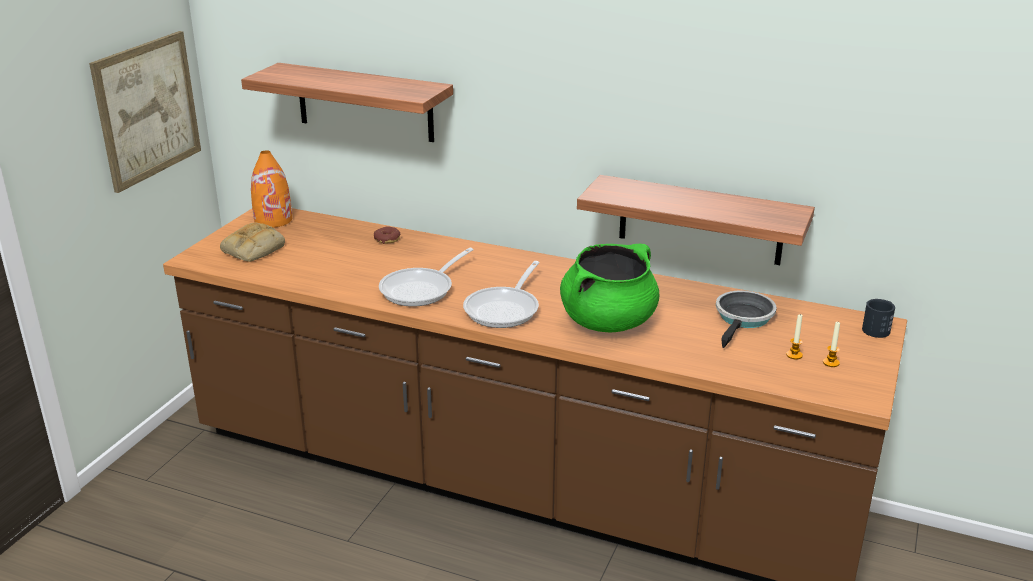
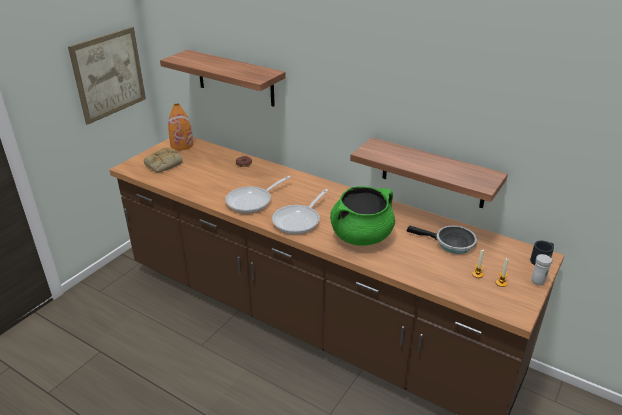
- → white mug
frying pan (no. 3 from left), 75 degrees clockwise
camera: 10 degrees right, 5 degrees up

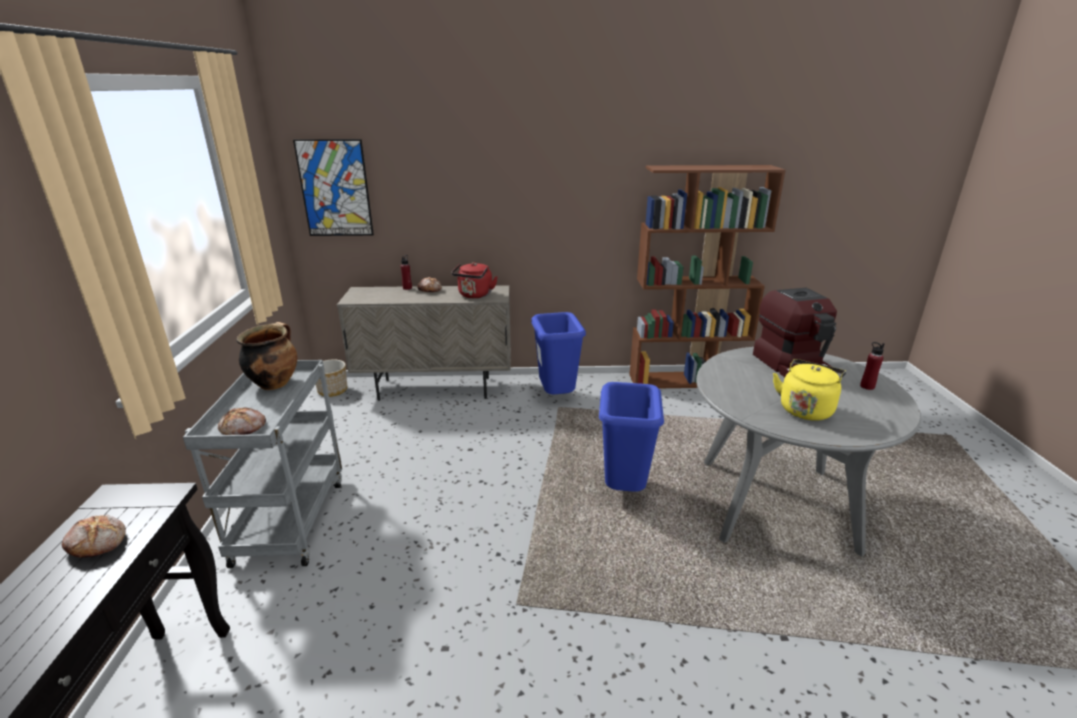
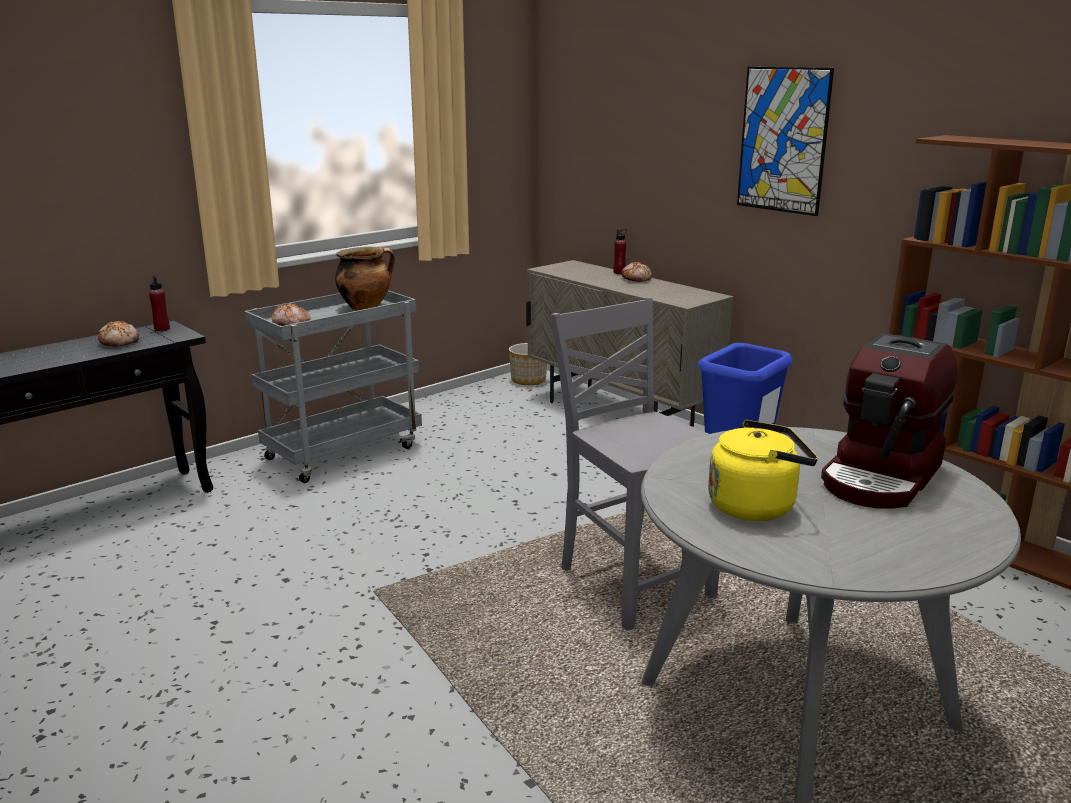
red kettle → -
picture, relocated
red bottle (no. 2 from left in the first image) → red bottle (no. 1 from left), relocated
blue trash can (no. 2 from left) → grey chair
camera: 50 degrees right, 5 degrees down

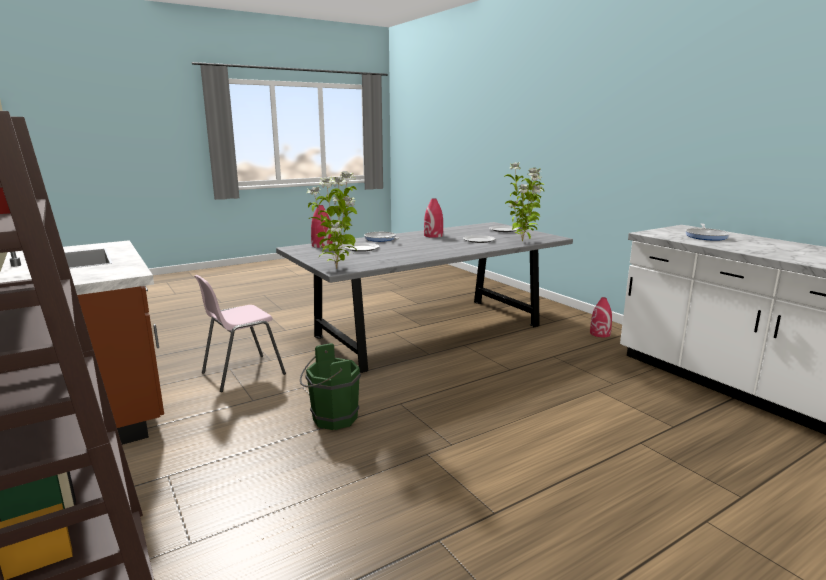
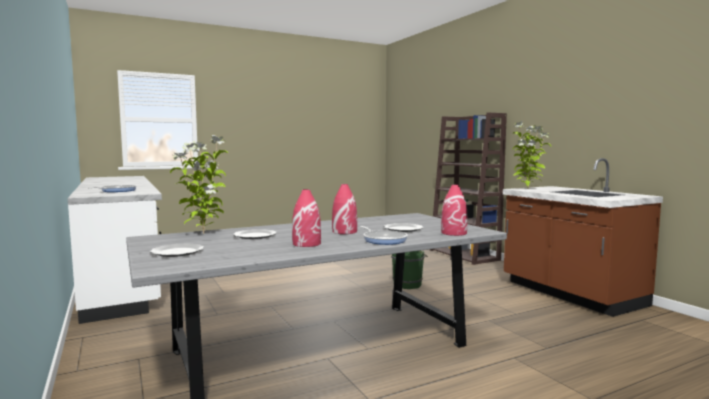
pink chair → -
potted plant (no. 1 from left in the first image) → potted plant (no. 2 from left), relocated
red vase (no. 3 from left in the first image) → red vase (no. 2 from left), relocated
camera: 175 degrees left, 10 degrees down

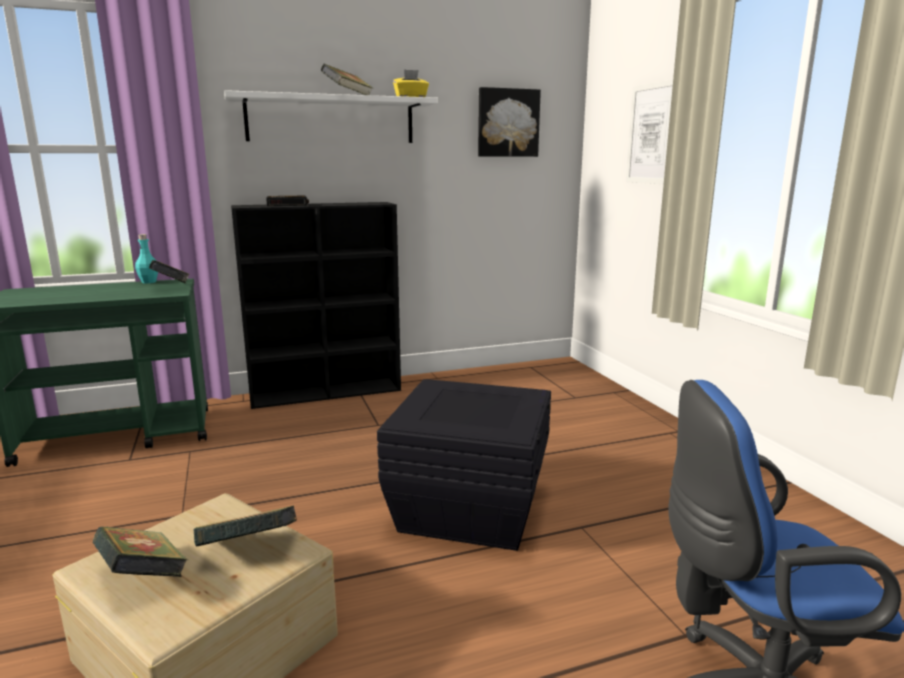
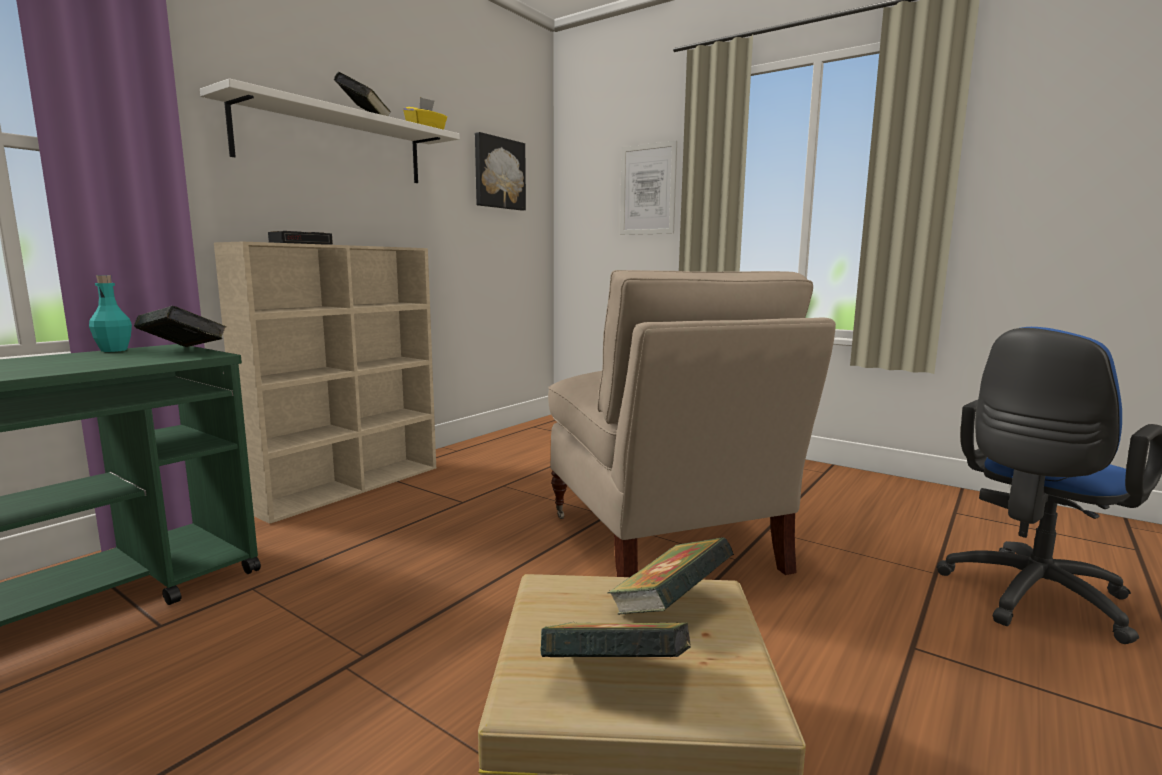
black storage box → beige chair
black bookcase → beige bookcase
camera: 35 degrees left, 5 degrees down

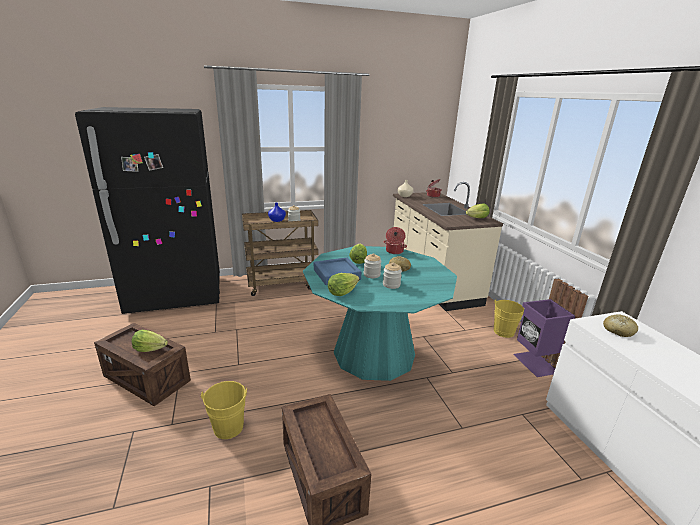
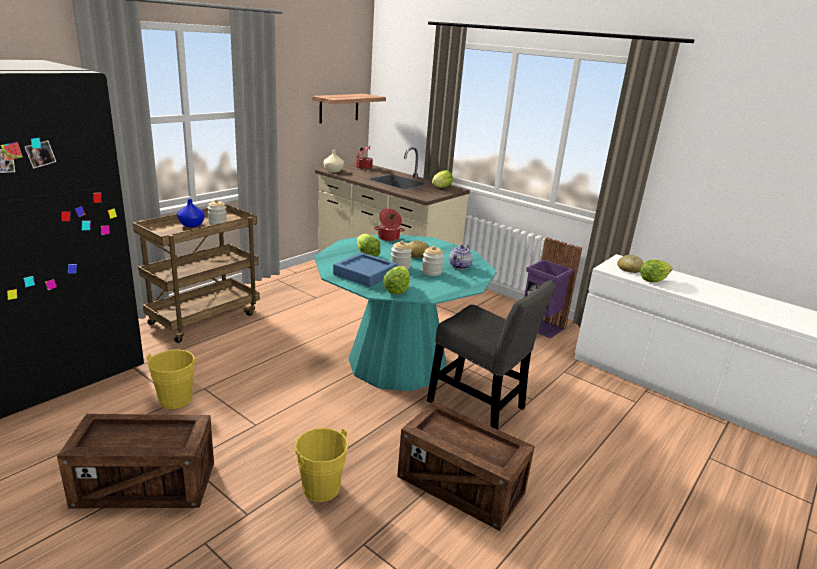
- → shelf
- → grey chair
- → teapot
lettuce (no. 1 from left in the first image) → lettuce (no. 4 from left), relocated
yellow bucket (no. 2 from left in the first image) → yellow bucket (no. 1 from left), relocated
camera: 35 degrees left, 0 degrees up

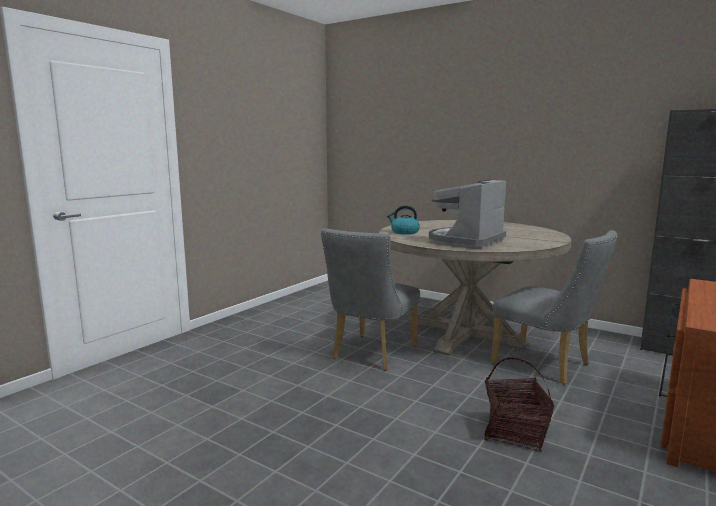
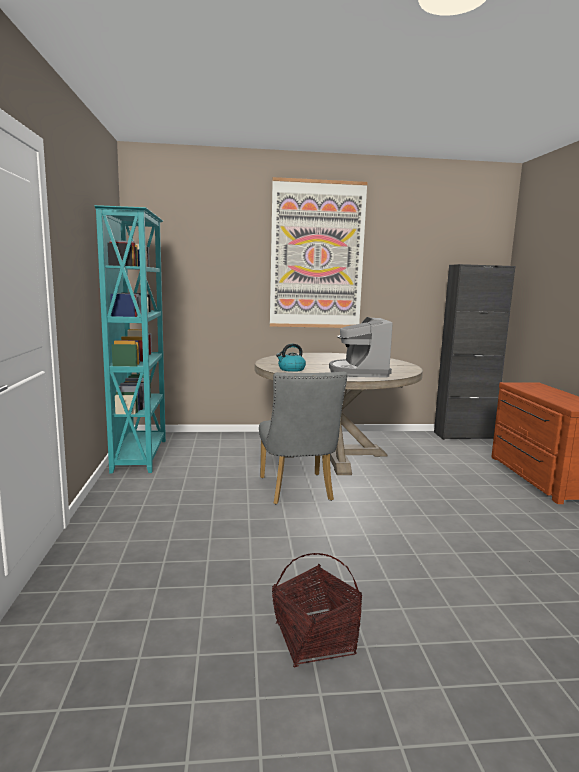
grey chair (no. 2 from left) → -
- → turquoise bookcase
- → picture
basket, relocated
camera: 40 degrees left, 0 degrees up

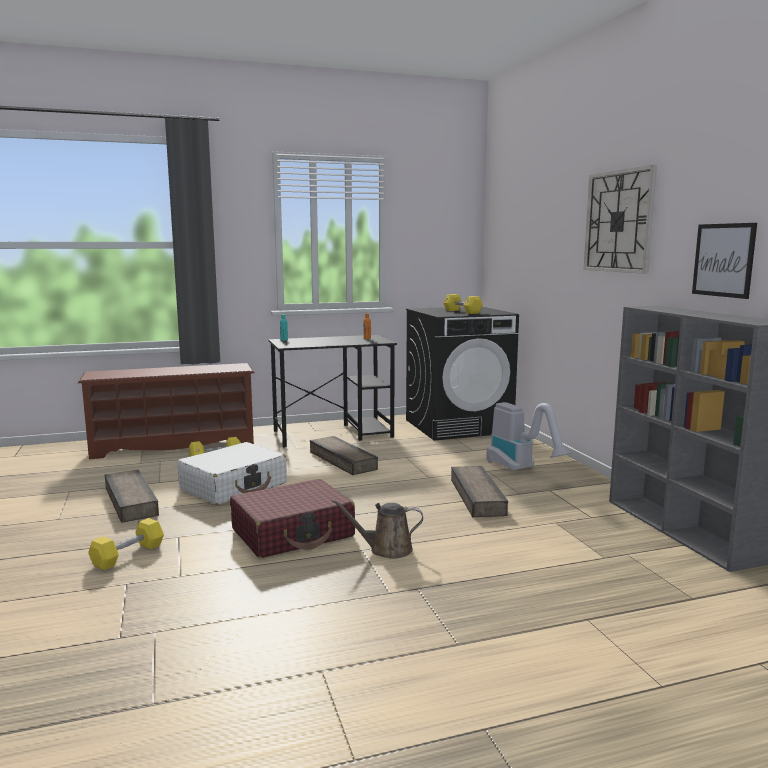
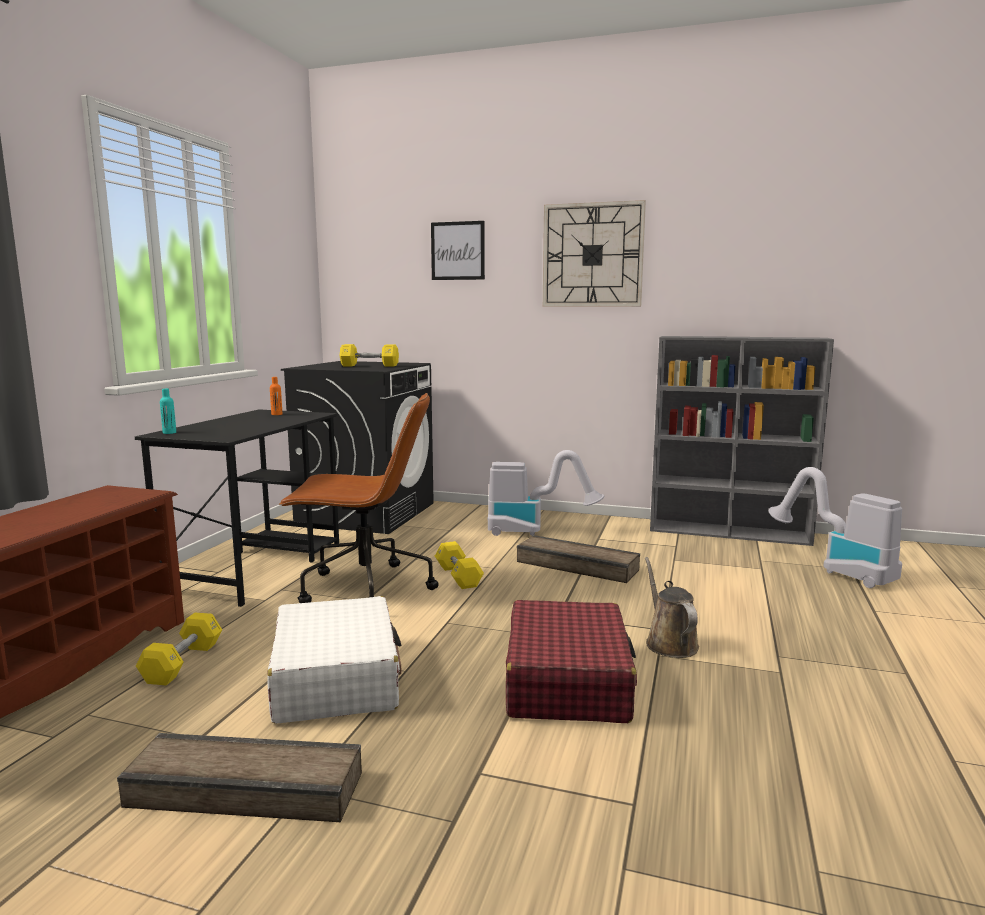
- → vacuum cleaner (no. 2 from left)
yellow dumbbell (no. 1 from left in the first image) → yellow dumbbell (no. 3 from left), relocated
picture, relocated
crate (no. 2 from left) → brown office chair
brown watering can, 135 degrees clockwise
camera: 55 degrees left, 0 degrees up

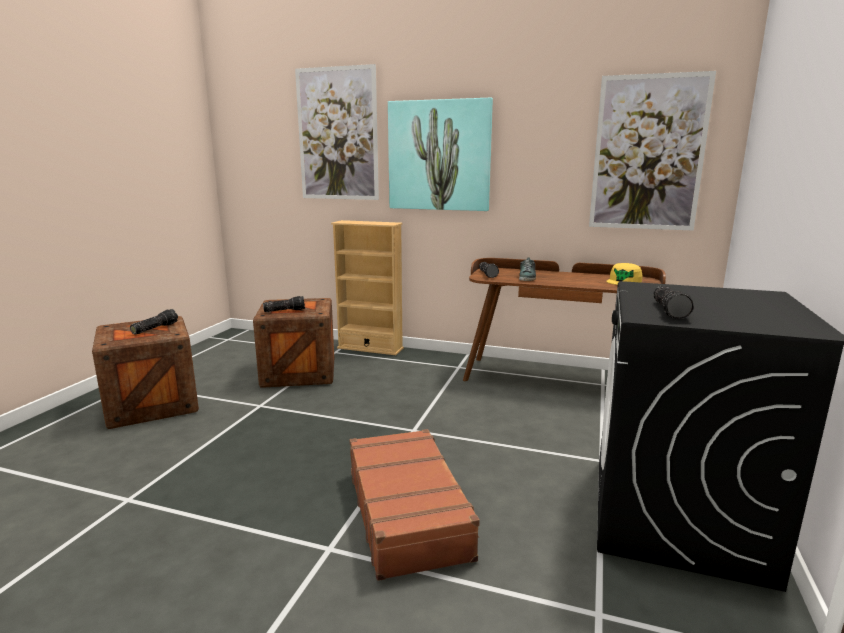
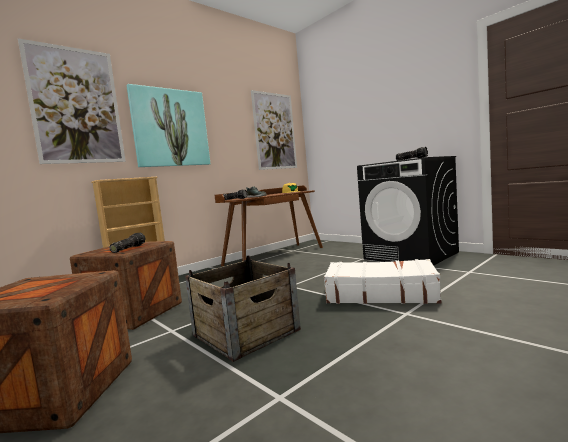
flashlight (no. 1 from left) → -
- → crate (no. 3 from left)
brown suitcase → white suitcase
camera: 60 degrees left, 10 degrees down

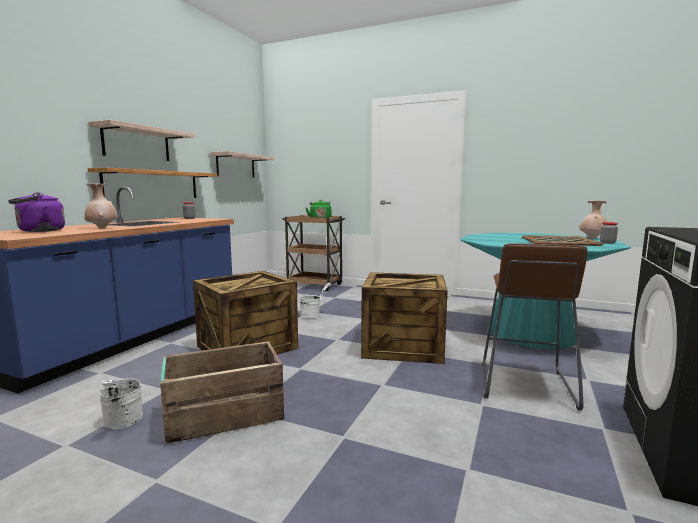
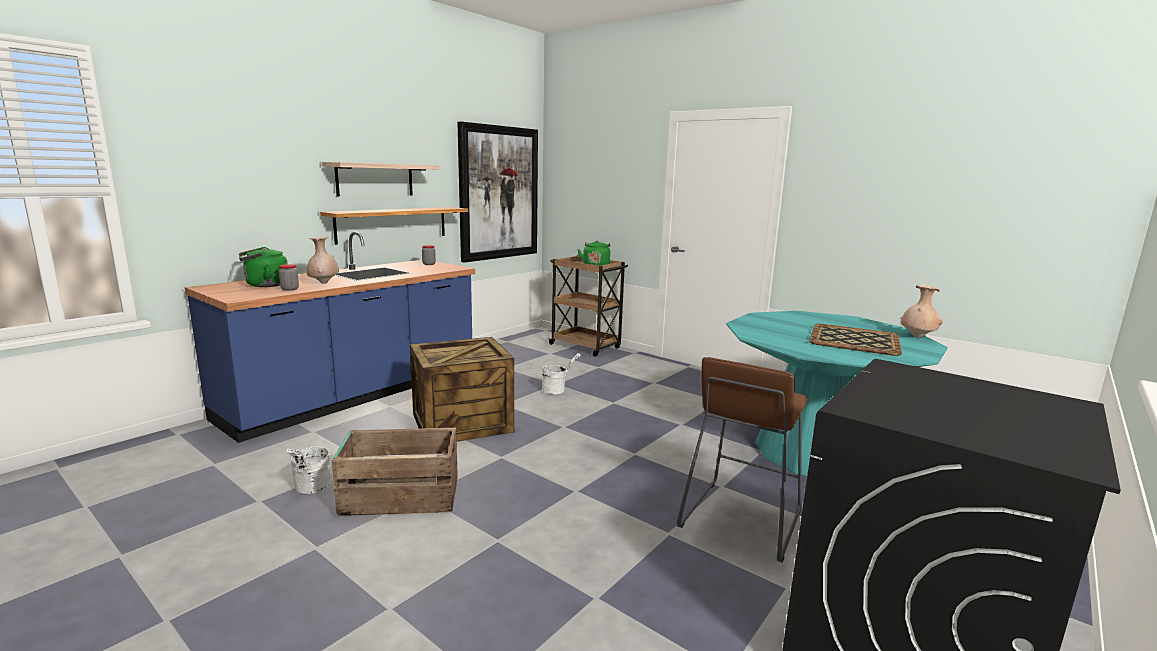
crate (no. 3 from left) → -
jar (no. 2 from left in the first image) → jar (no. 1 from left), relocated
shelf (no. 3 from left) → picture
purple kettle → green kettle (no. 1 from left)
camera: 15 degrees right, 5 degrees up

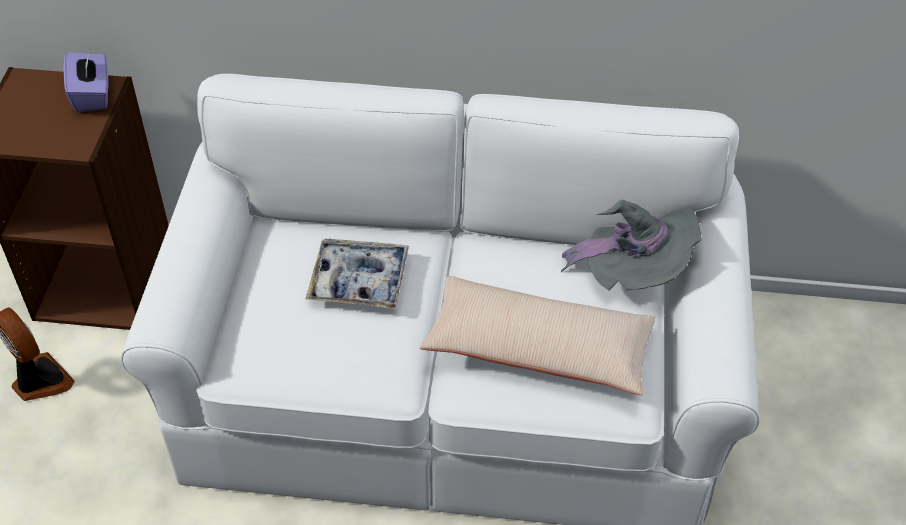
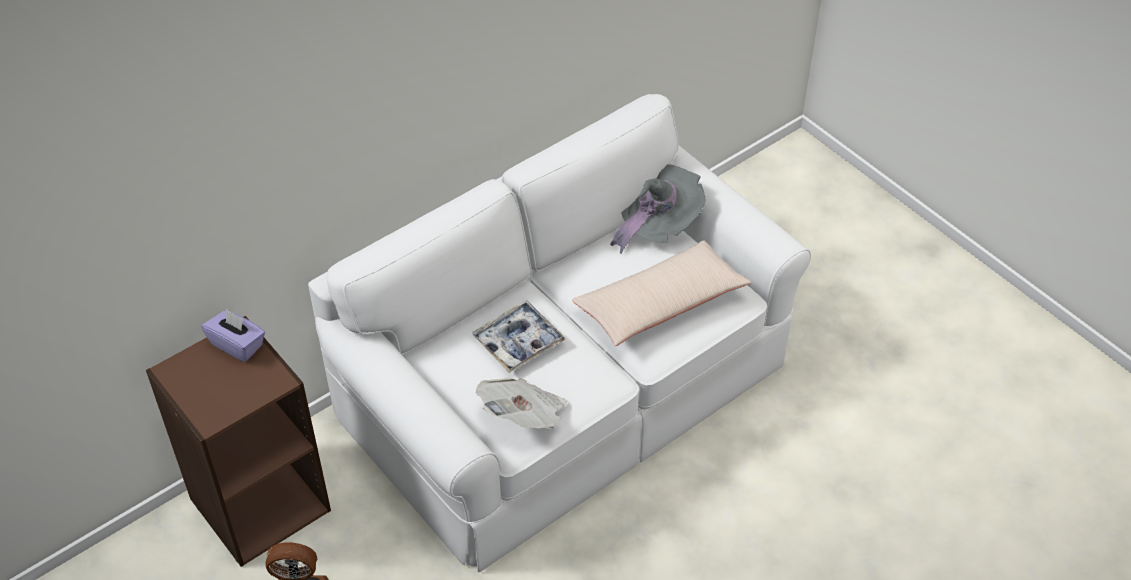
- → newspaper
camera: 45 degrees left, 0 degrees up

